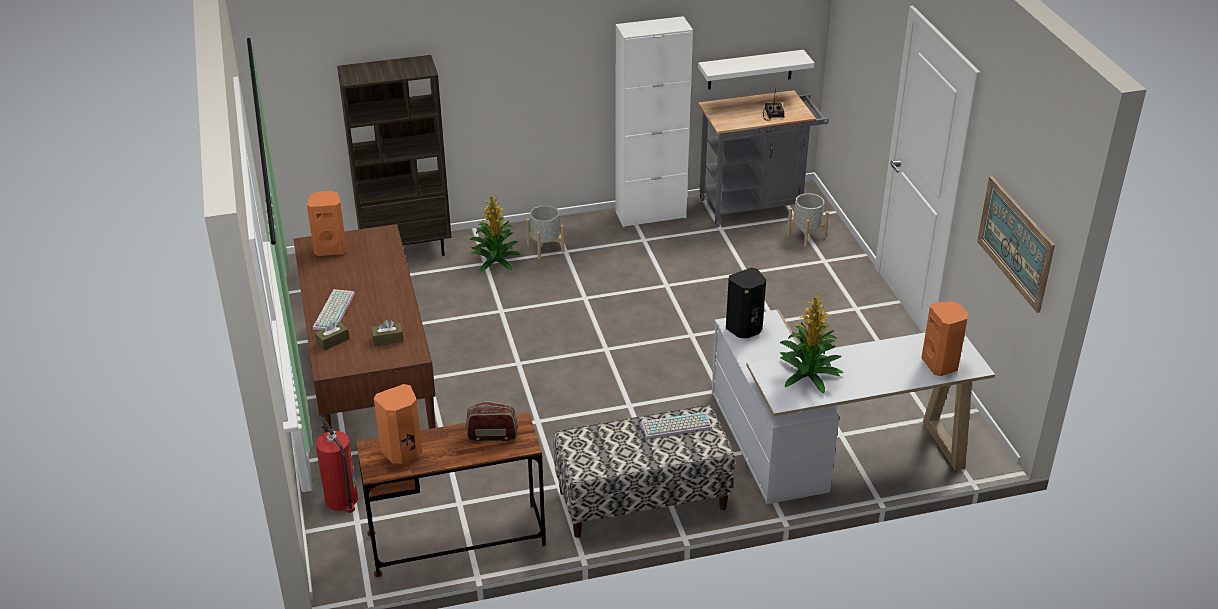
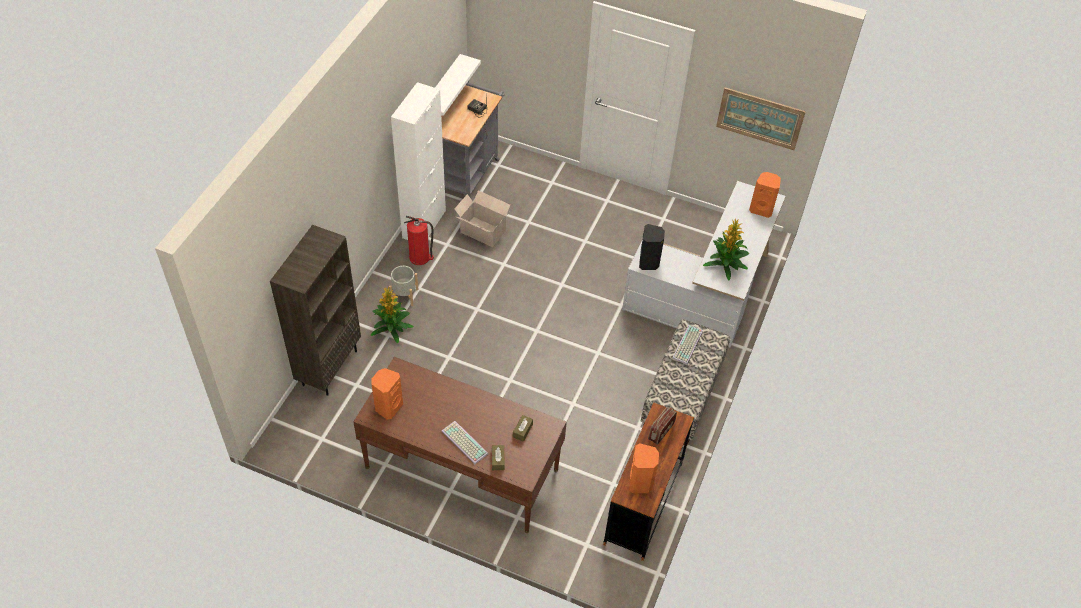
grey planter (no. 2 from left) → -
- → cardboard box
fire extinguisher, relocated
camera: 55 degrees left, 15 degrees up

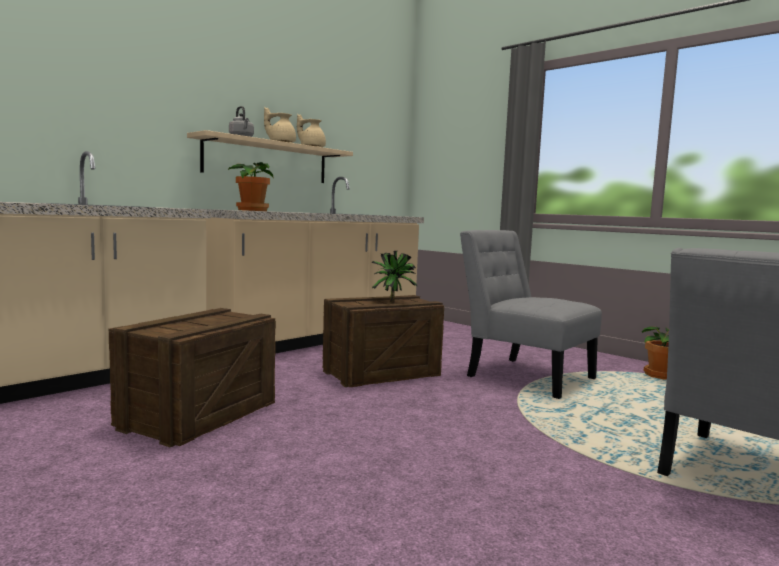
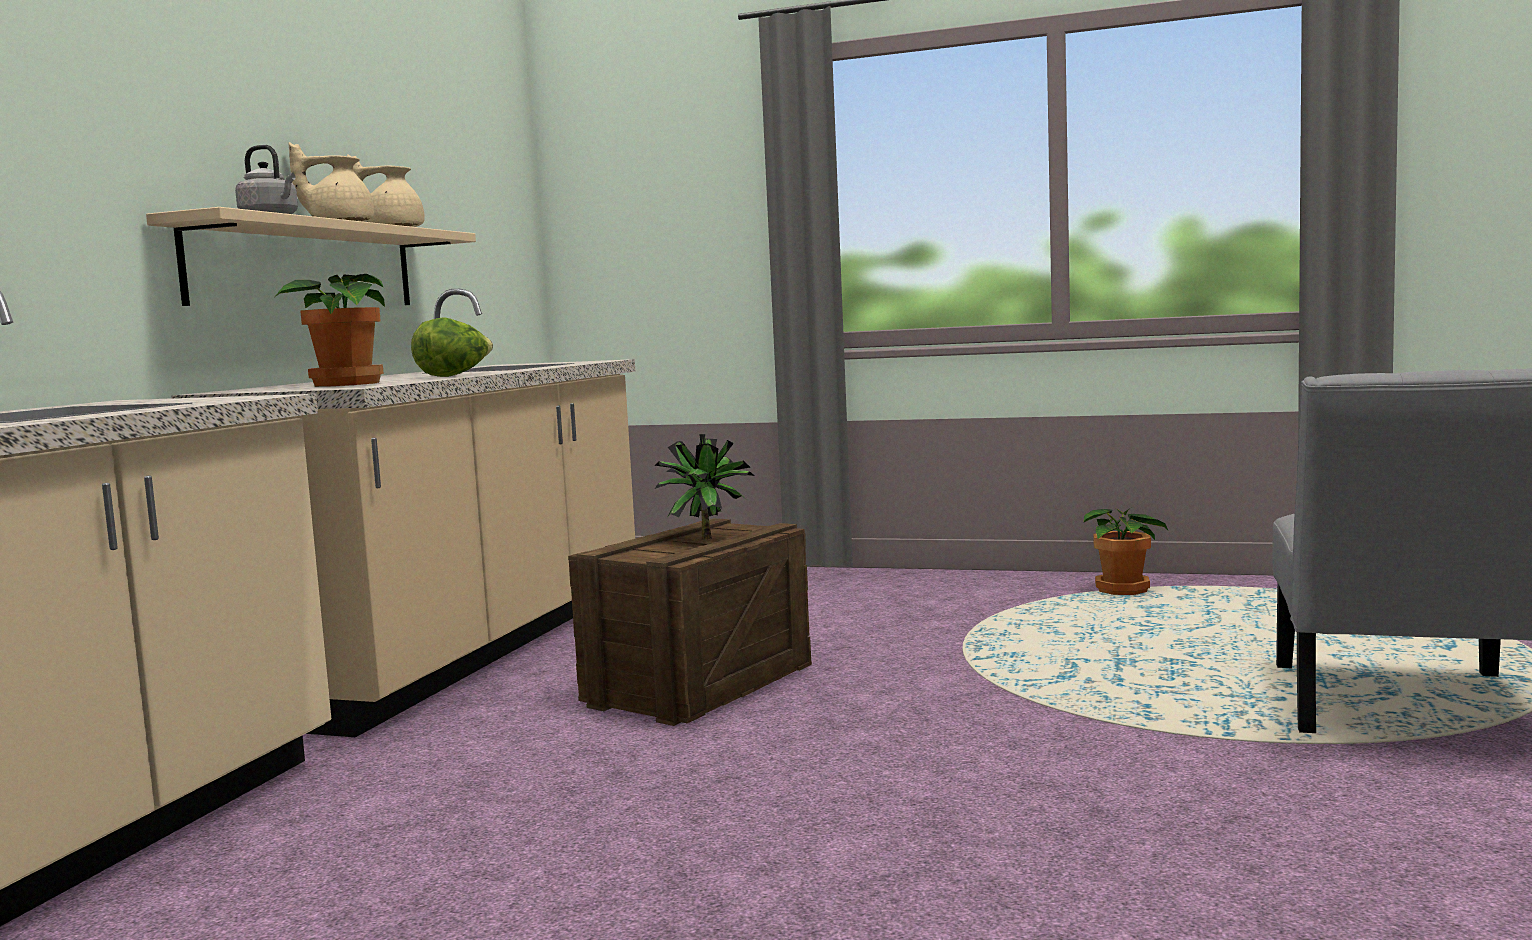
crate (no. 1 from left) → -
grey chair (no. 1 from left) → -
- → lettuce
camera: 25 degrees left, 0 degrees up

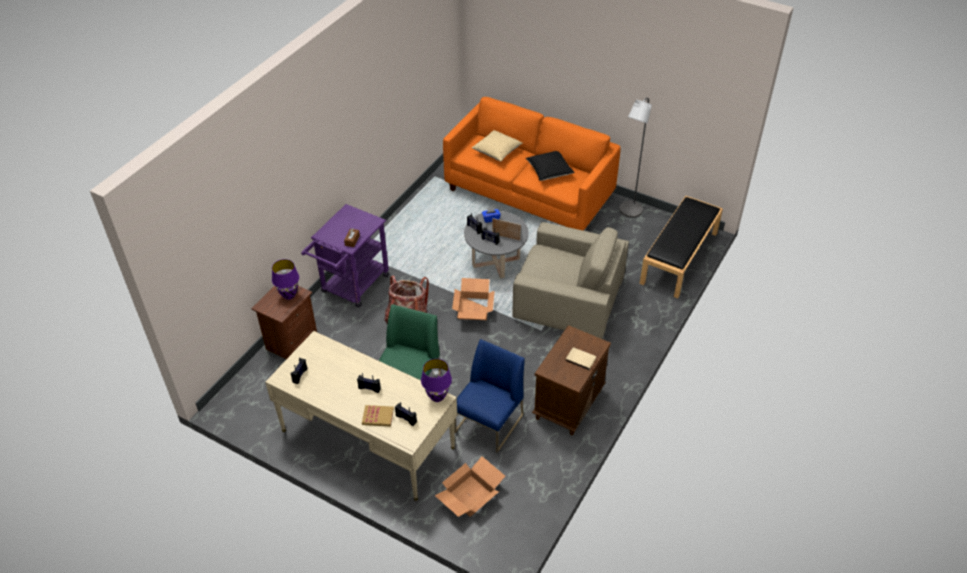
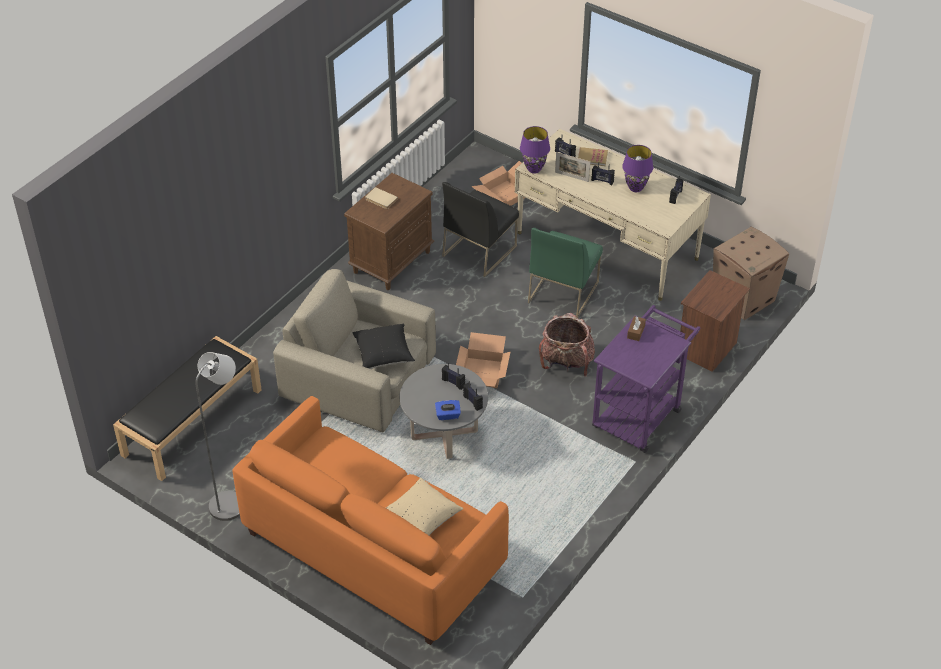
- → cardboard box (no. 3 from left)
purple table lamp (no. 1 from left in the first image) → purple table lamp (no. 2 from left), relocated
picture frame, relocated
black pillow, relocated
blue chair → black chair
camera: 175 degrees left, 0 degrees up

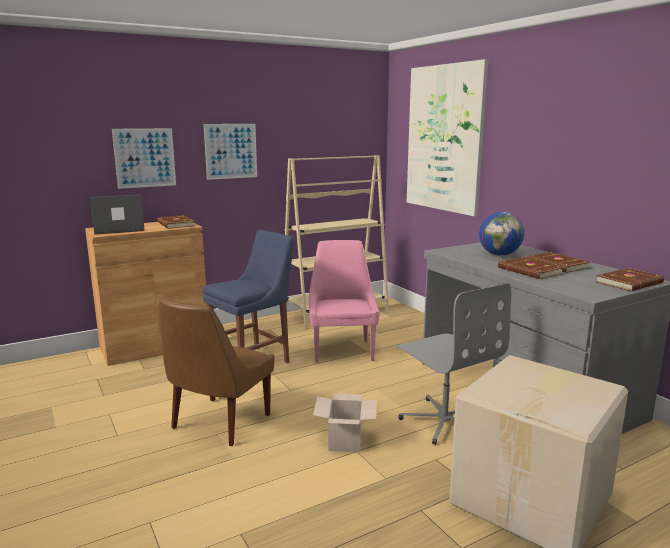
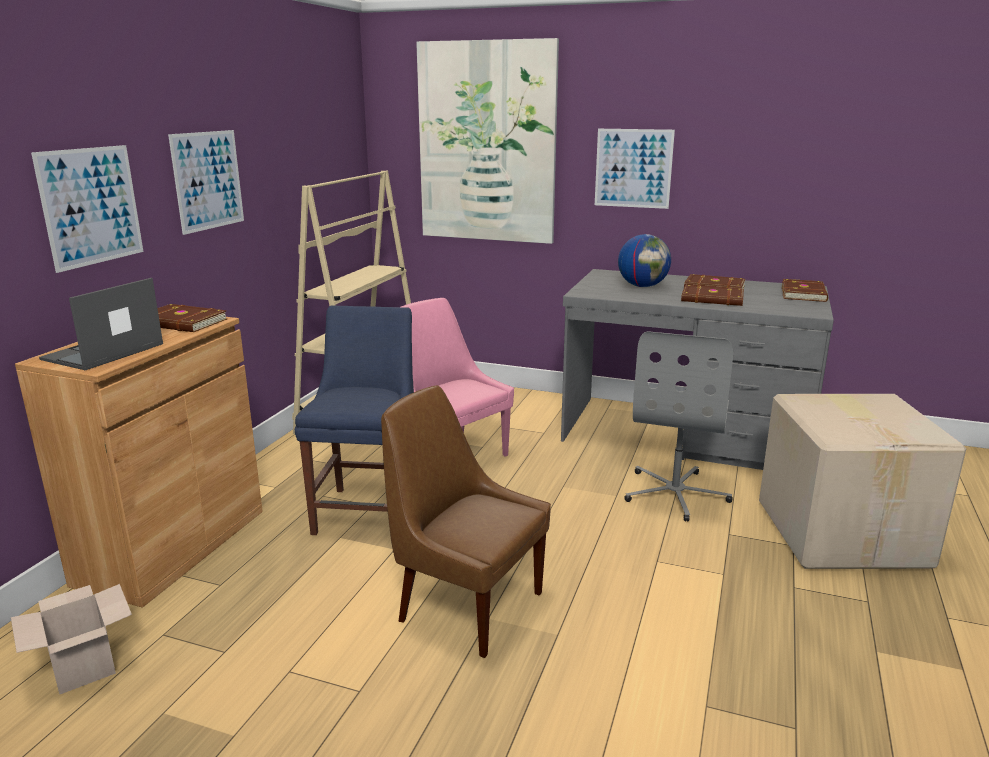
- → picture (no. 4 from left)
cardboard box (no. 1 from left), relocated
brown chair, 135 degrees clockwise
grey office chair, 90 degrees clockwise
camera: 40 degrees left, 5 degrees up

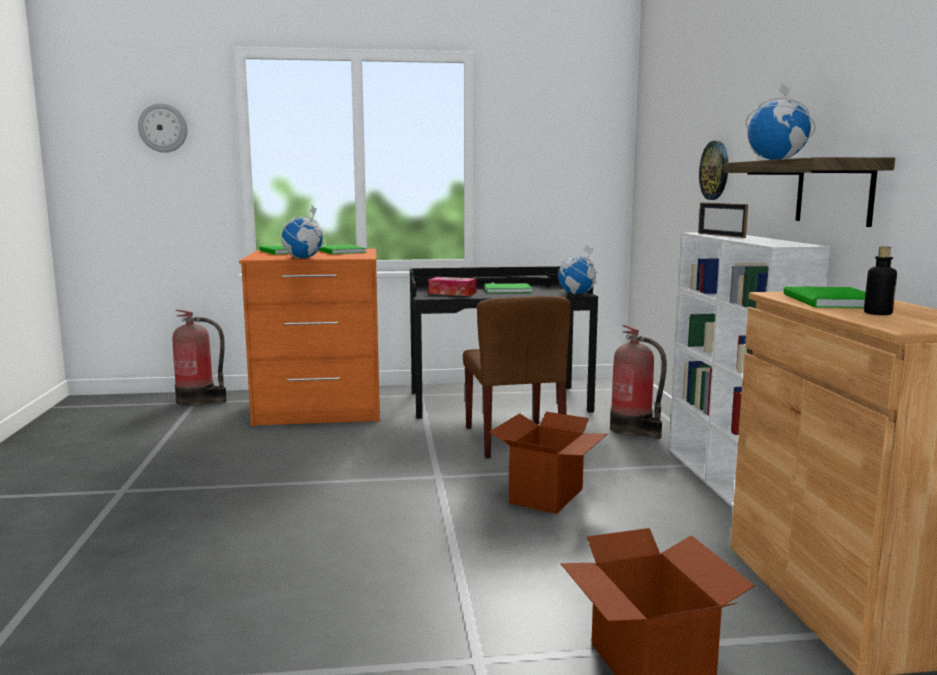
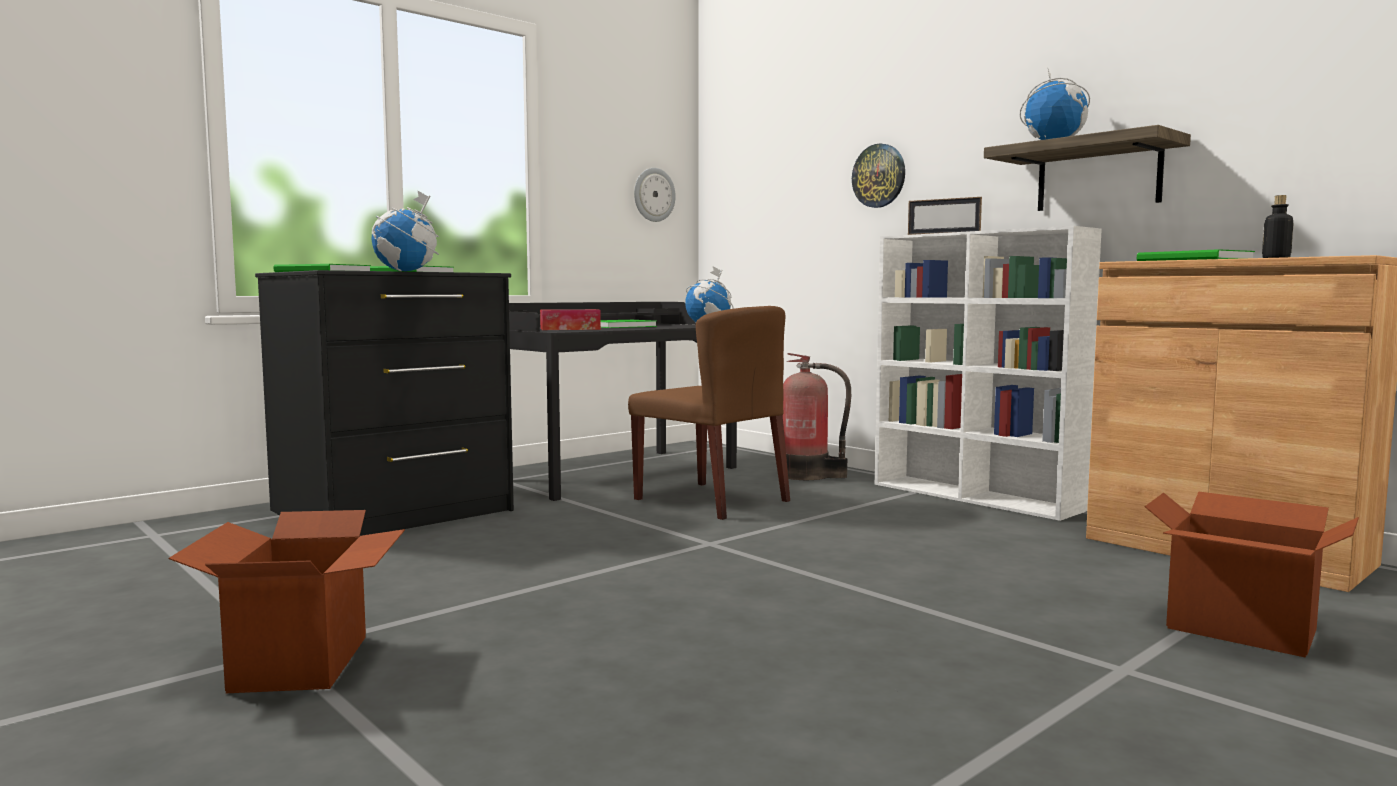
fire extinguisher (no. 1 from left) → -
wall clock (no. 1 from left), relocated
cardboard box (no. 1 from left), relocated
orange dresser → black dresser
camera: 35 degrees left, 5 degrees down

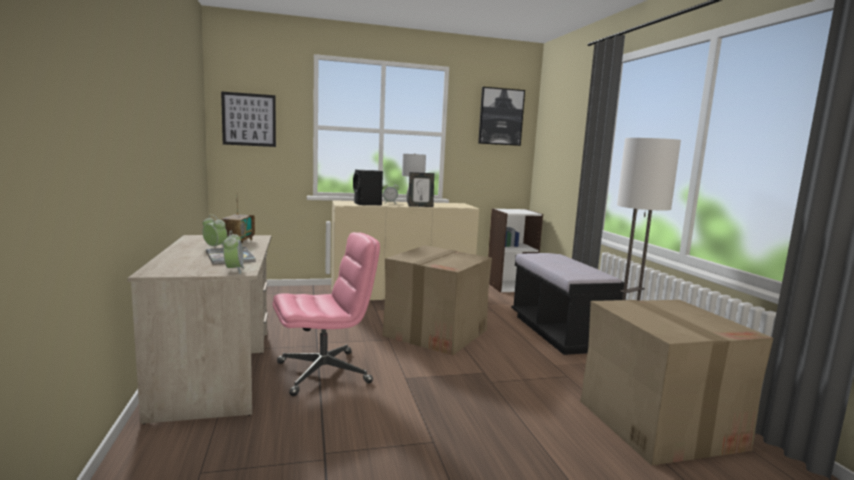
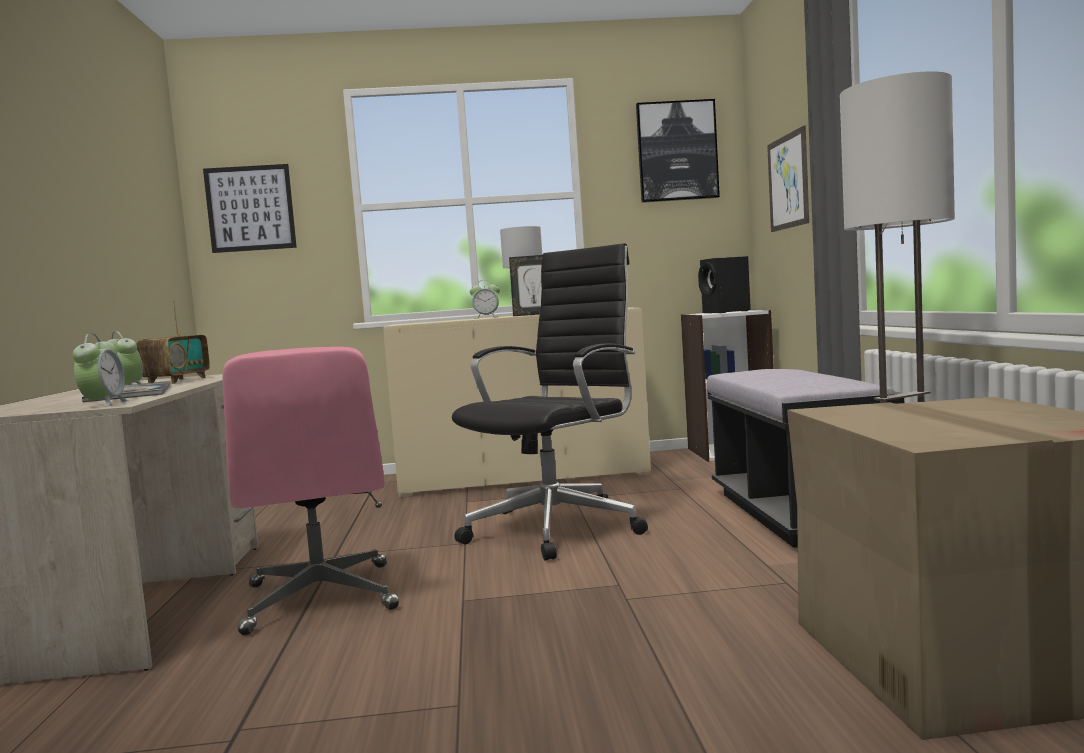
- → picture (no. 3 from left)
black speaker, relocated
cardboard box (no. 1 from left) → black office chair
pink office chair, 90 degrees clockwise
camera: 10 degrees right, 5 degrees down

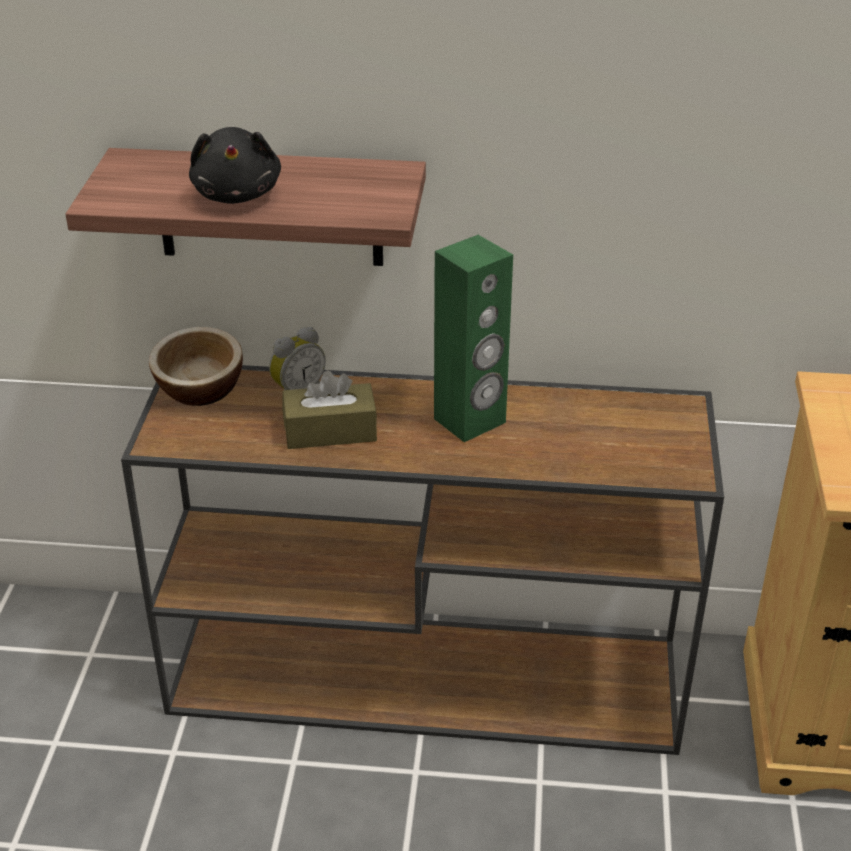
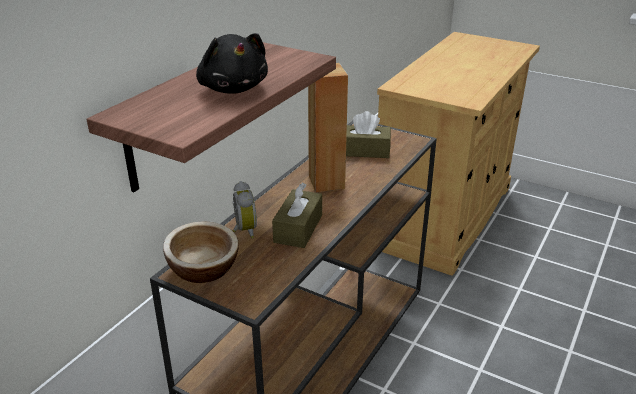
- → brown tissue box (no. 2 from left)
green speaker → brown speaker
black plush toy, 45 degrees clockwise
camera: 65 degrees left, 5 degrees down

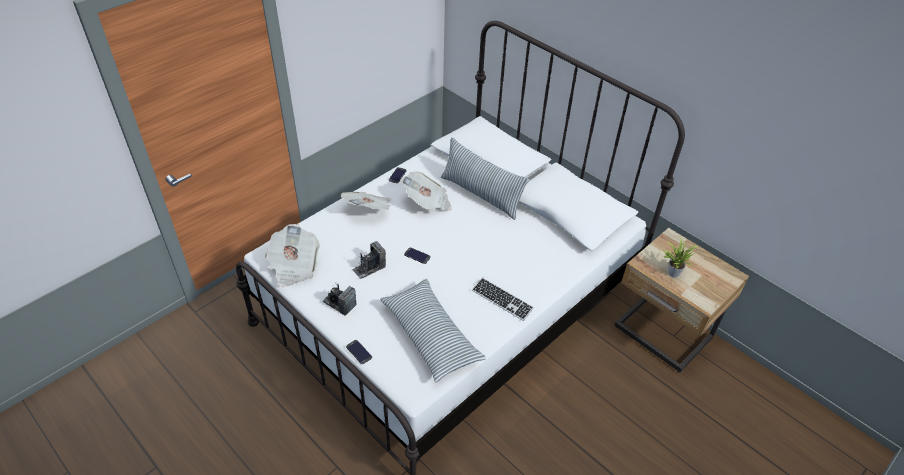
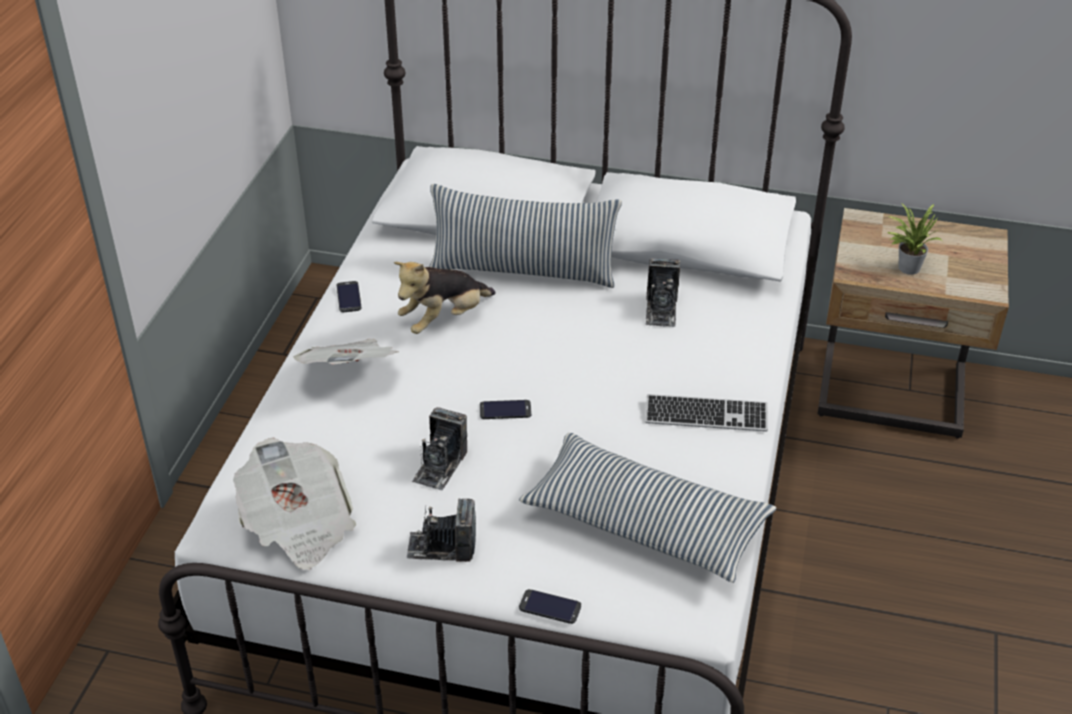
- → photo camera (no. 3 from left)
newspaper (no. 3 from left) → plush toy
camera: 30 degrees left, 5 degrees down

